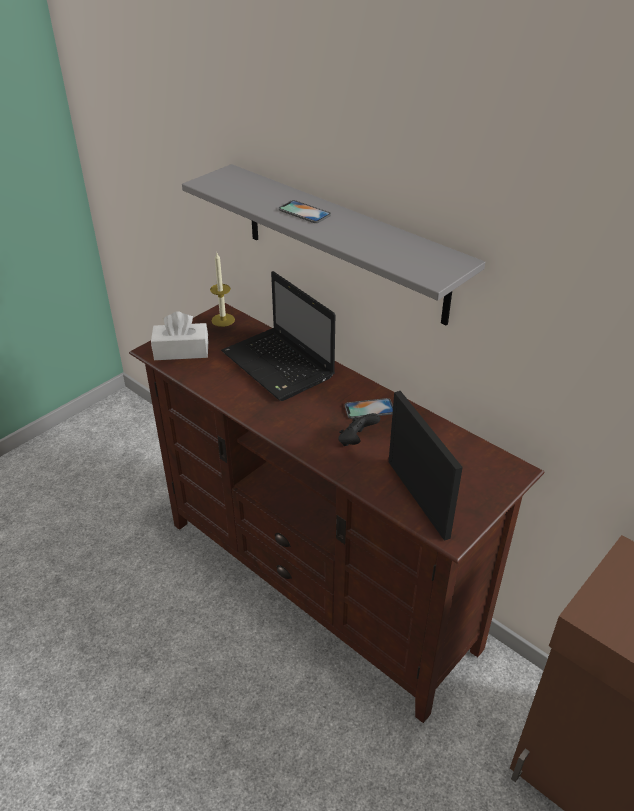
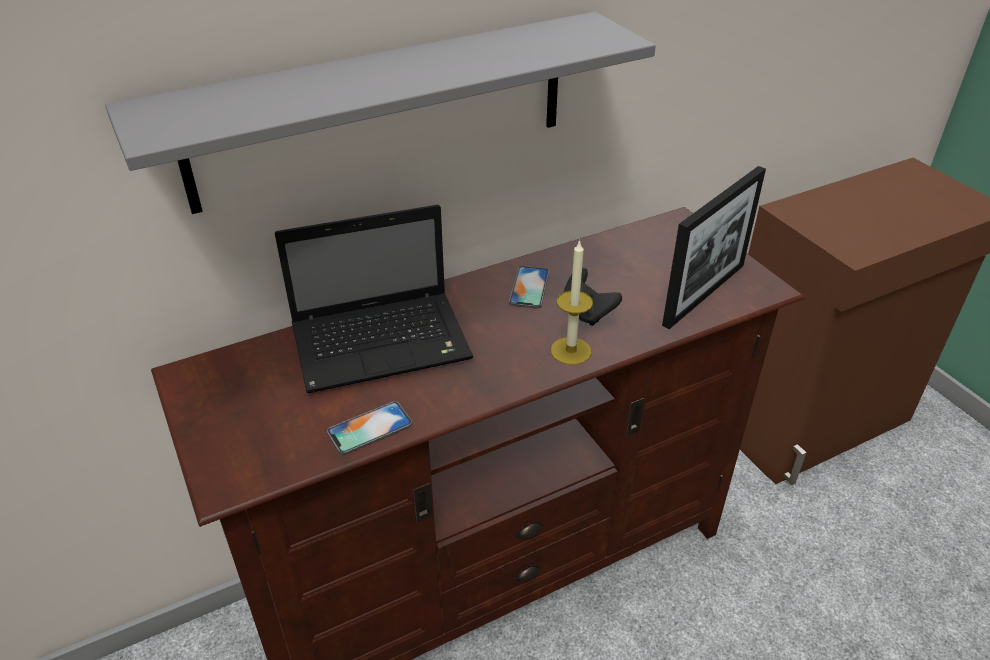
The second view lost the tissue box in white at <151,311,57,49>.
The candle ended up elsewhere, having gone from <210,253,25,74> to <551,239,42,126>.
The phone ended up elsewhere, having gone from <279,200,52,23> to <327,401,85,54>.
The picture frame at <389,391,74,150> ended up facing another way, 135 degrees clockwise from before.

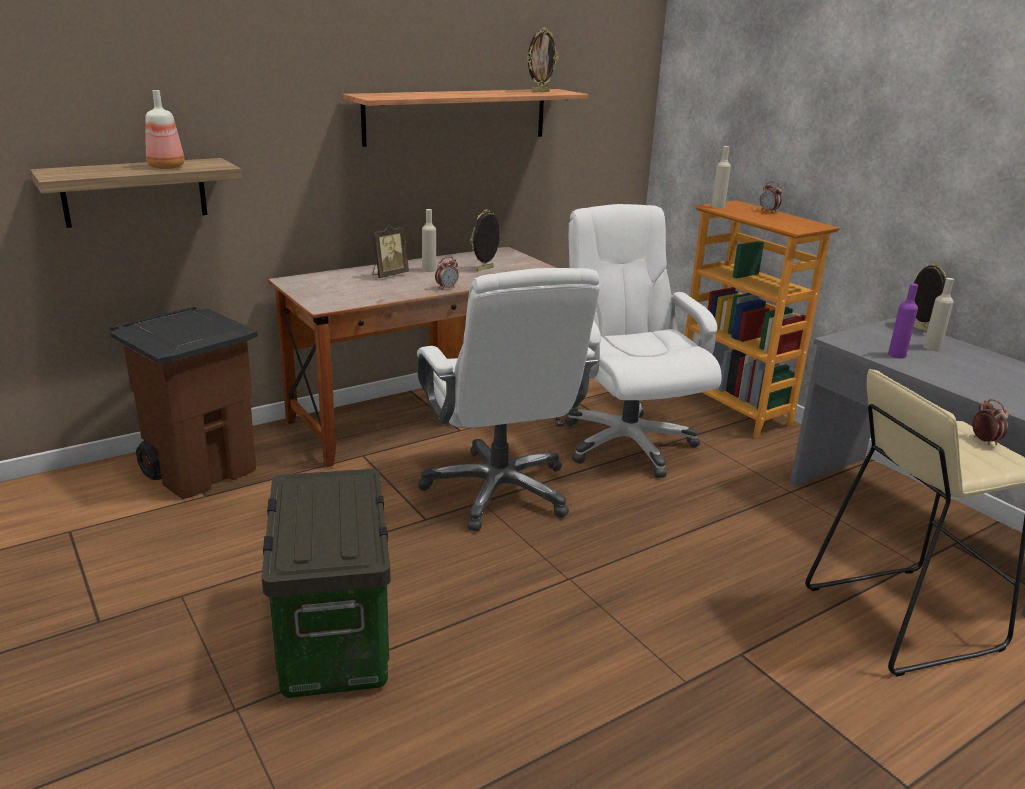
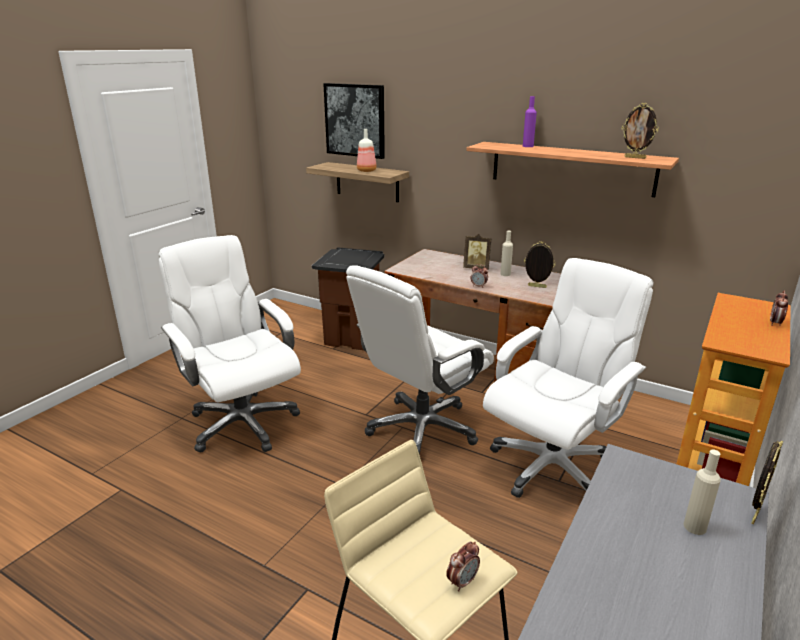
The second view lost the bottle in beige at <711,146,20,63>.
The second view gained the picture at <323,83,62,76>.
The bottle in purple ended up elsewhere, having gone from <888,283,30,75> to <523,96,14,51>.
Where the storage box stood at <261,469,130,229>, the office chair in white came to stand at <158,235,143,218>.

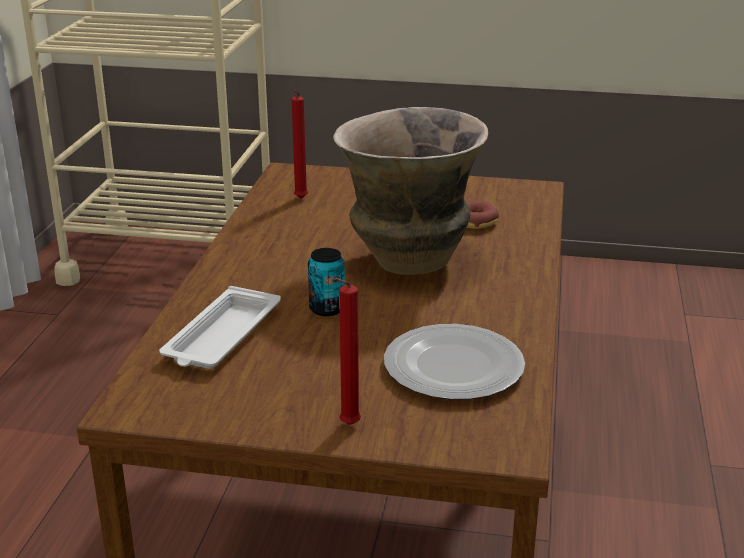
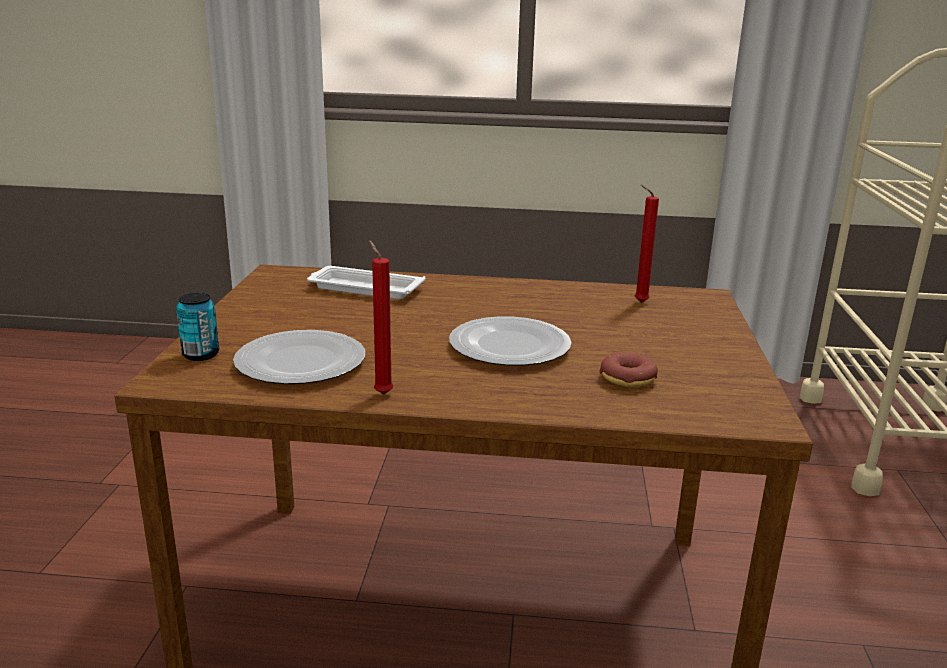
The can ended up elsewhere, having gone from <308,248,37,68> to <176,293,43,68>.
The candle in red ended up elsewhere, having gone from <333,278,28,147> to <369,240,24,155>.
Where the vase stood at <333,107,155,168>, the plate came to stand at <449,316,123,50>.

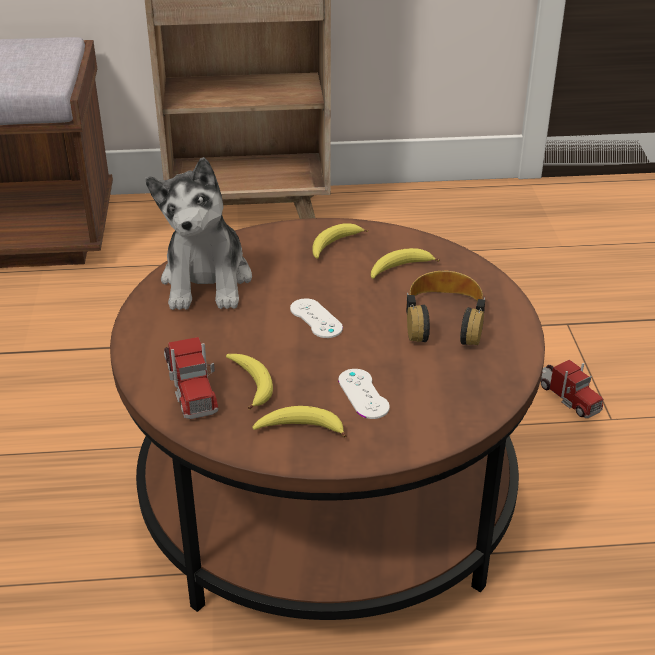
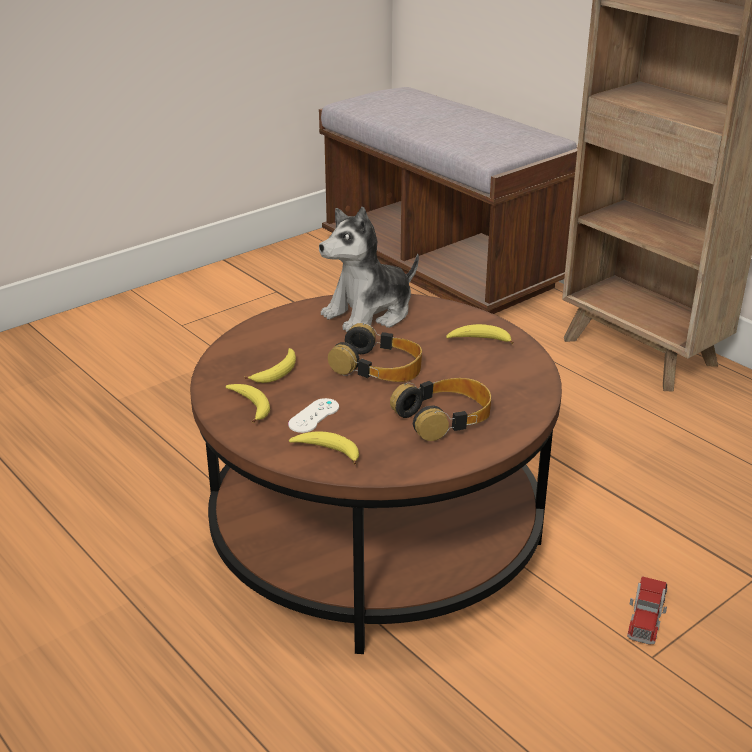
The second view lost the toy truck at <164,337,54,82>.
The banana ended up elsewhere, having gone from <371,248,69,31> to <289,431,70,34>.
Where the game controller in white stood at <290,298,53,40>, the headphones came to stand at <328,323,94,59>.

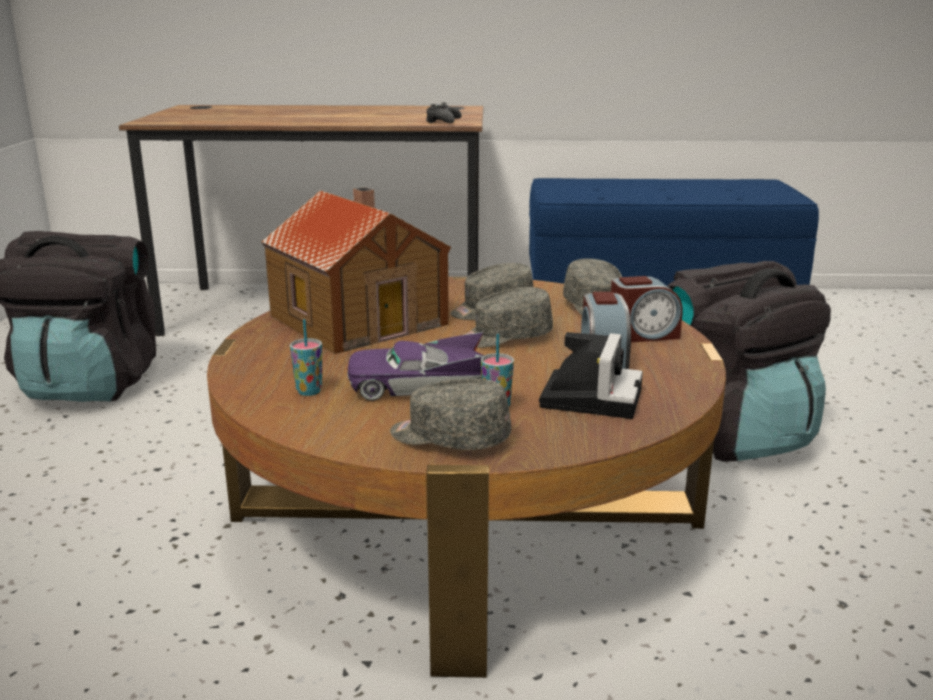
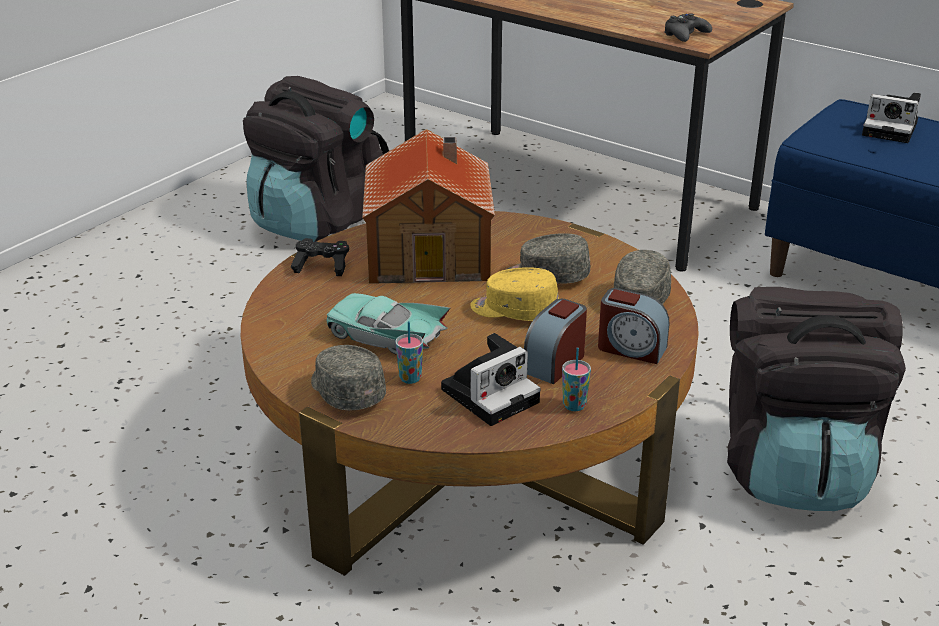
The second view gained the game controller in black at <291,238,58,38>.
The second view gained the photo camera at <862,93,59,50>.
The cup ended up elsewhere, having gone from <290,319,32,77> to <562,348,29,63>.
What was the toy car in purple at <347,332,138,69> turned into the toy car in turquoise at <326,293,124,62>.
What was the cap in grey at <464,287,89,61> turned into the cap in yellow at <470,267,89,54>.

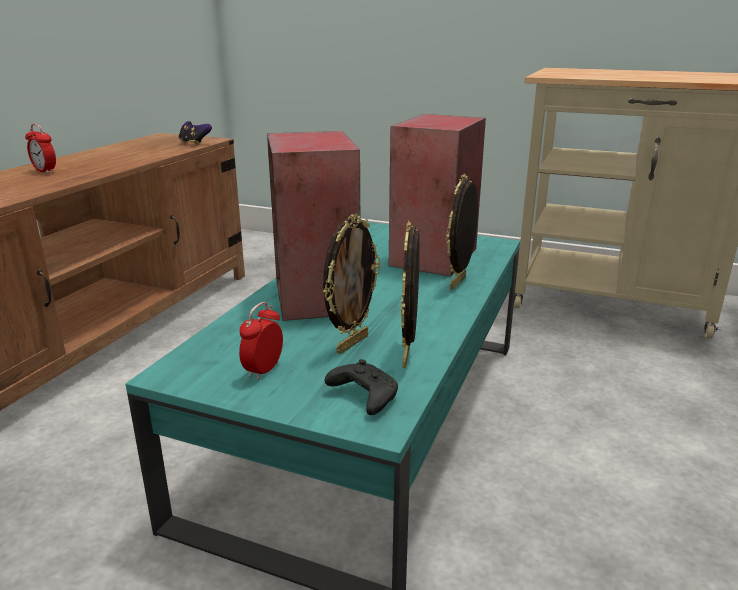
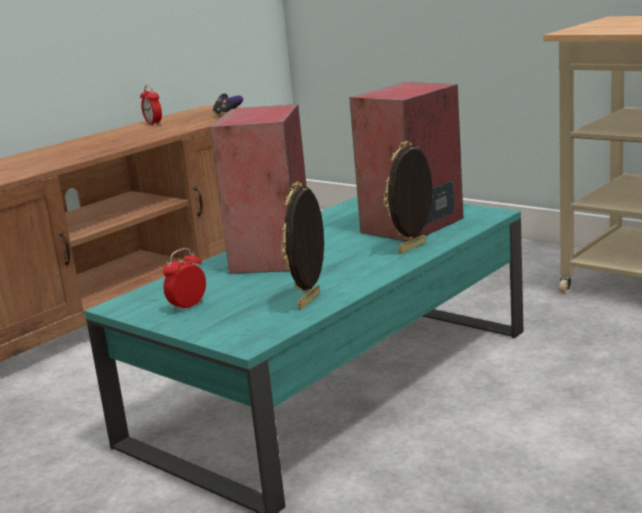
The second view lost the picture frame at <323,214,57,140>.
The second view lost the game controller in black at <325,359,73,56>.
The alarm clock ended up elsewhere, having gone from <25,124,31,50> to <140,85,22,41>.

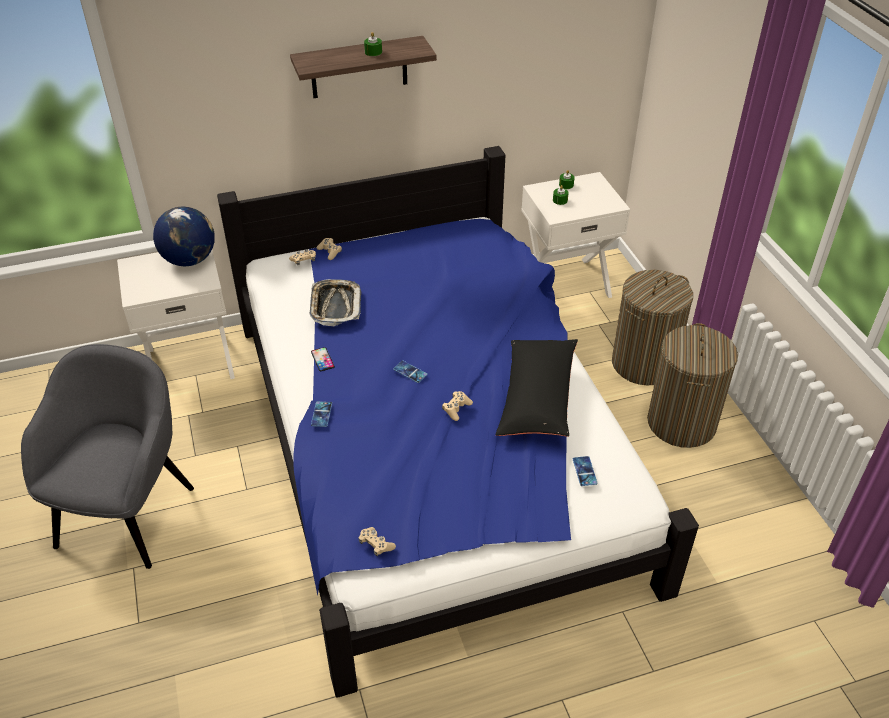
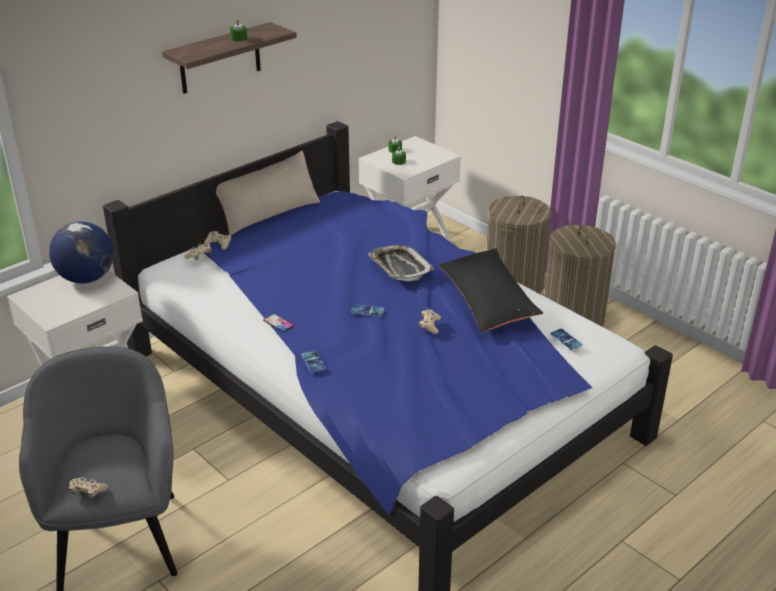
The second view gained the pillow in beige at <216,151,104,84>.
The tray ended up elsewhere, having gone from <310,279,51,47> to <368,245,66,36>.
The game controller in beige ended up elsewhere, having gone from <358,527,38,29> to <69,477,39,22>.

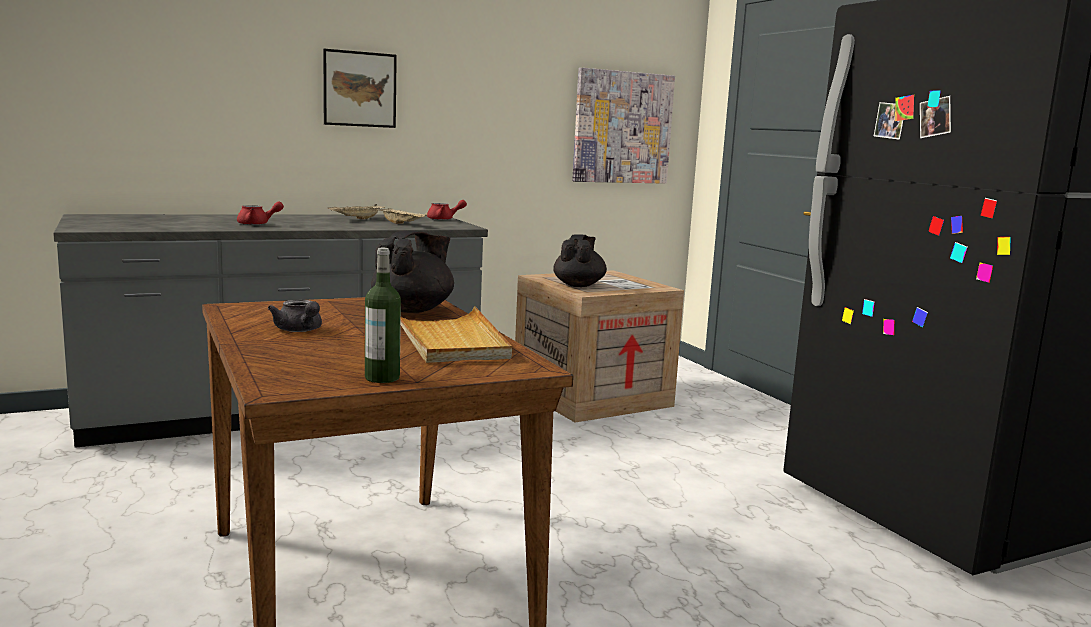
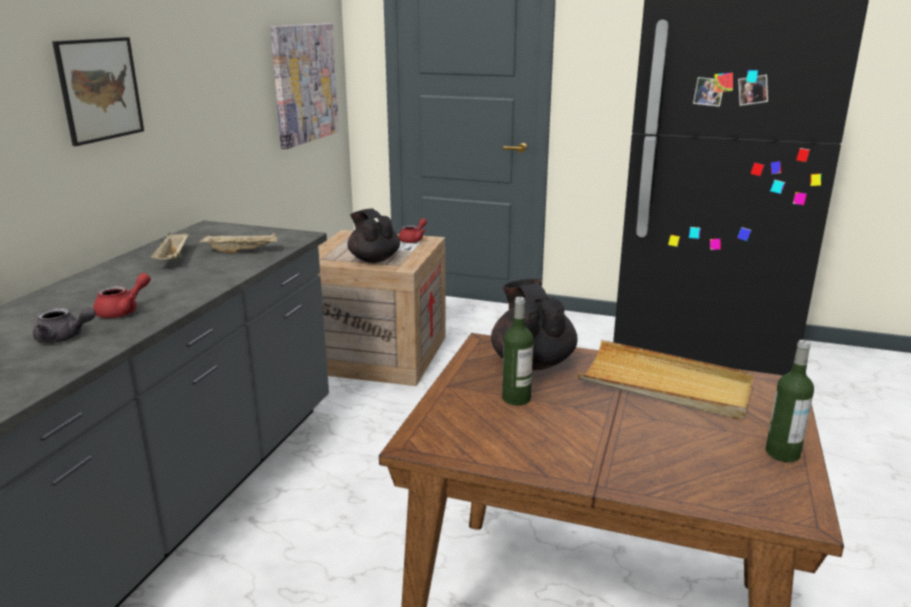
The second view gained the bottle at <502,297,31,109>.
The teapot in grey ended up elsewhere, having gone from <268,300,54,32> to <33,307,63,36>.
The teapot in red ended up elsewhere, having gone from <427,200,40,20> to <399,218,28,25>.

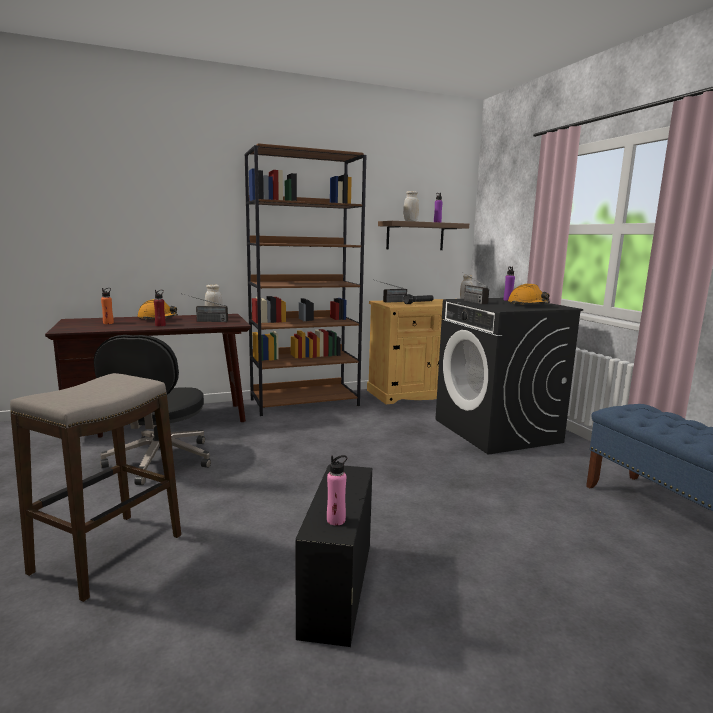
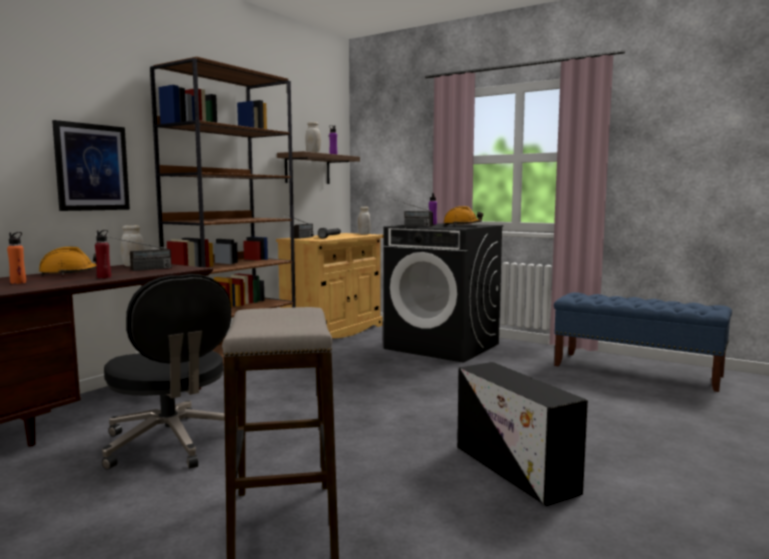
The second view lost the bottle in pink at <327,455,20,71>.
The second view gained the picture at <52,120,78,91>.

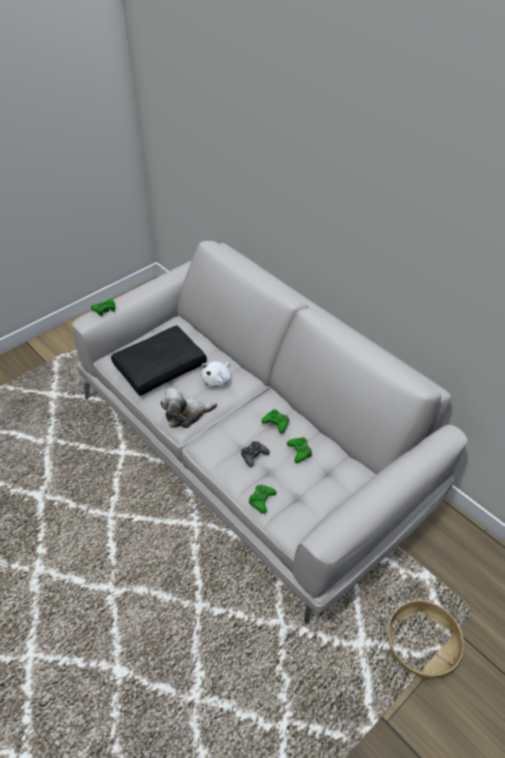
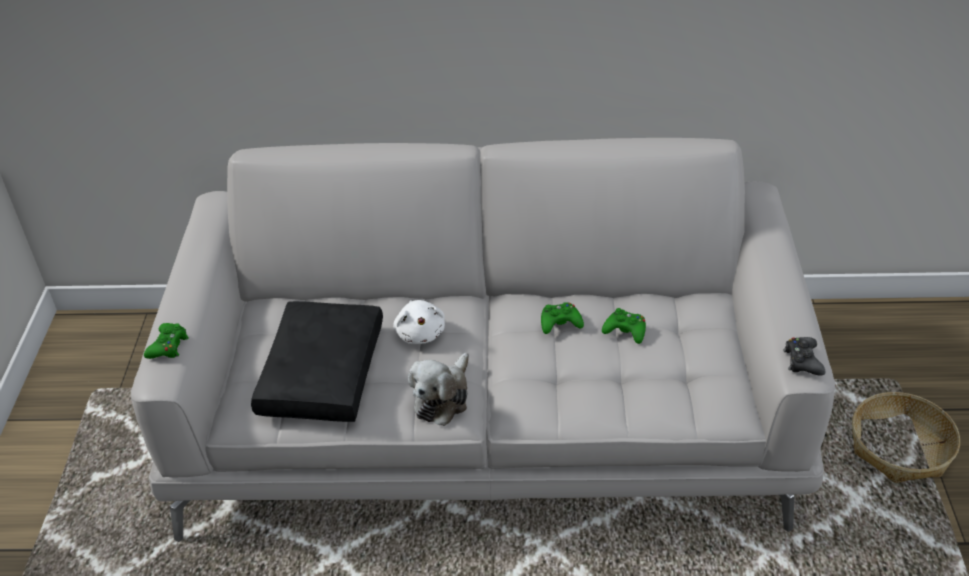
The second view lost the game controller in green at <249,485,28,29>.
The game controller in black ended up elsewhere, having gone from <241,441,29,26> to <783,337,43,38>.

